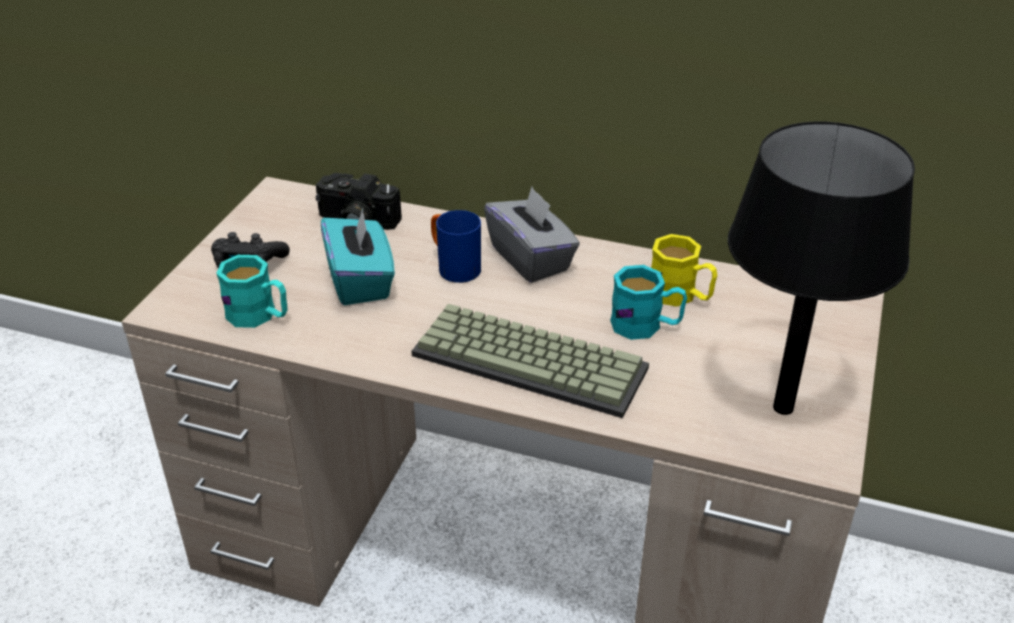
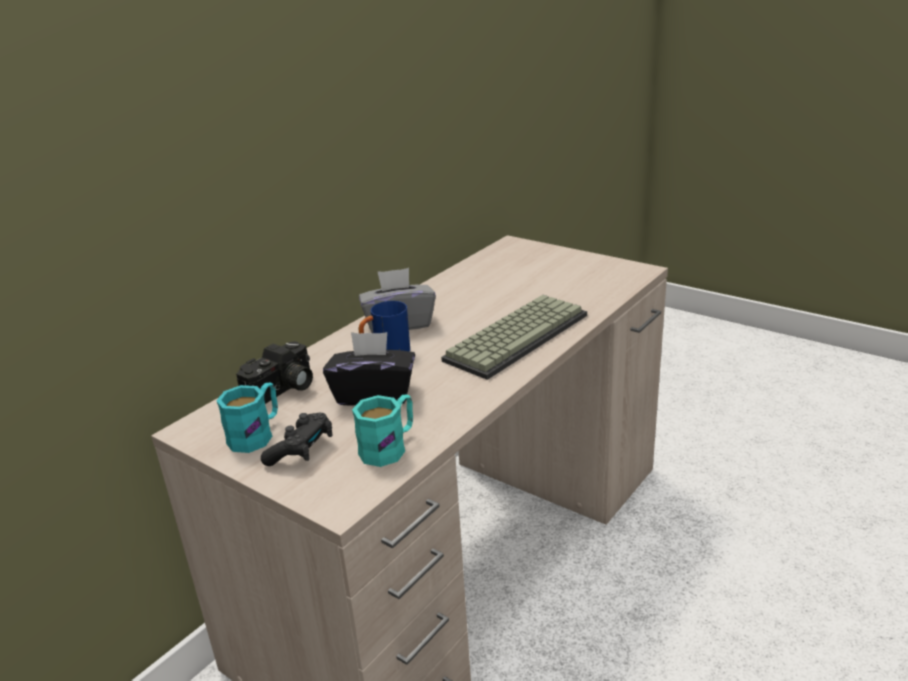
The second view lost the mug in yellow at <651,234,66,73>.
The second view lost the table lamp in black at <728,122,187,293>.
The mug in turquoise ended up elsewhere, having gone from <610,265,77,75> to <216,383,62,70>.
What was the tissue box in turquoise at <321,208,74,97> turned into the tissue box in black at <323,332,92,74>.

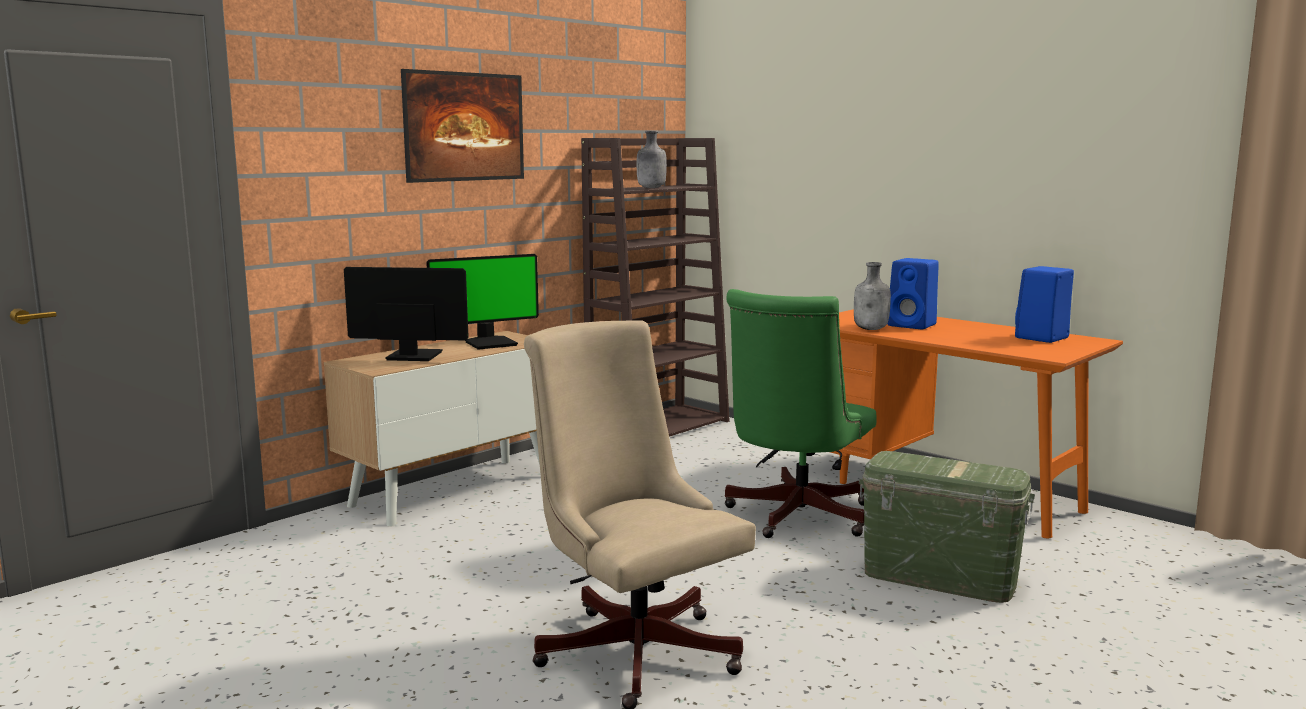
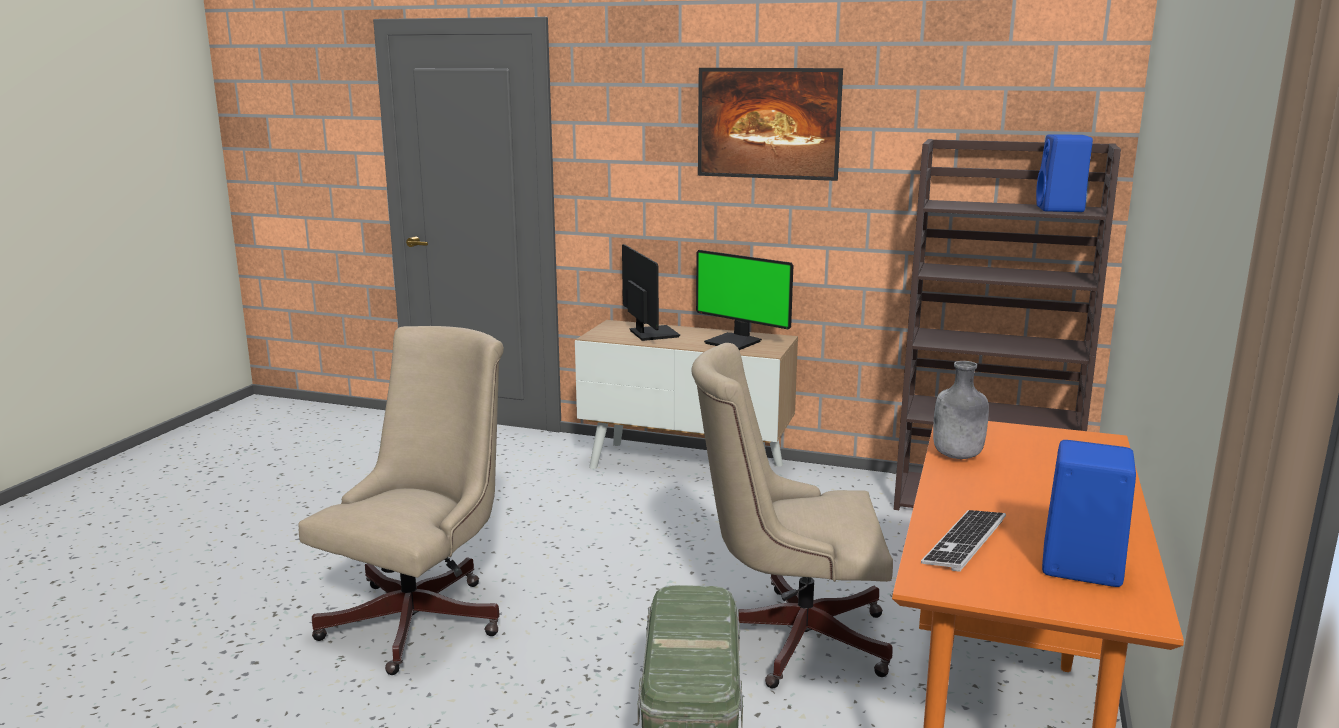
The second view lost the bottle in grey at <637,131,30,57>.
The second view gained the keyboard at <921,510,85,62>.
The speaker in blue ended up elsewhere, having gone from <887,258,52,71> to <1036,134,57,78>.
What was the office chair in green at <725,289,152,249> turned into the office chair in beige at <691,343,202,346>.

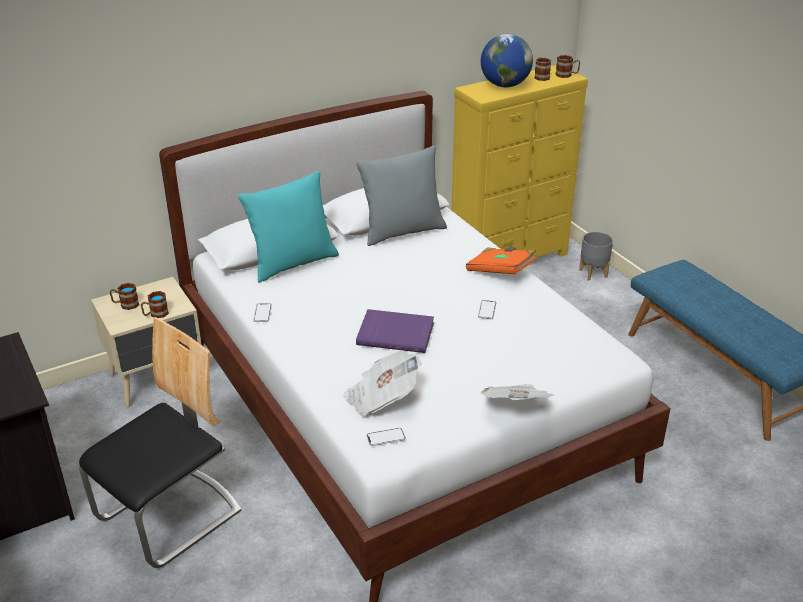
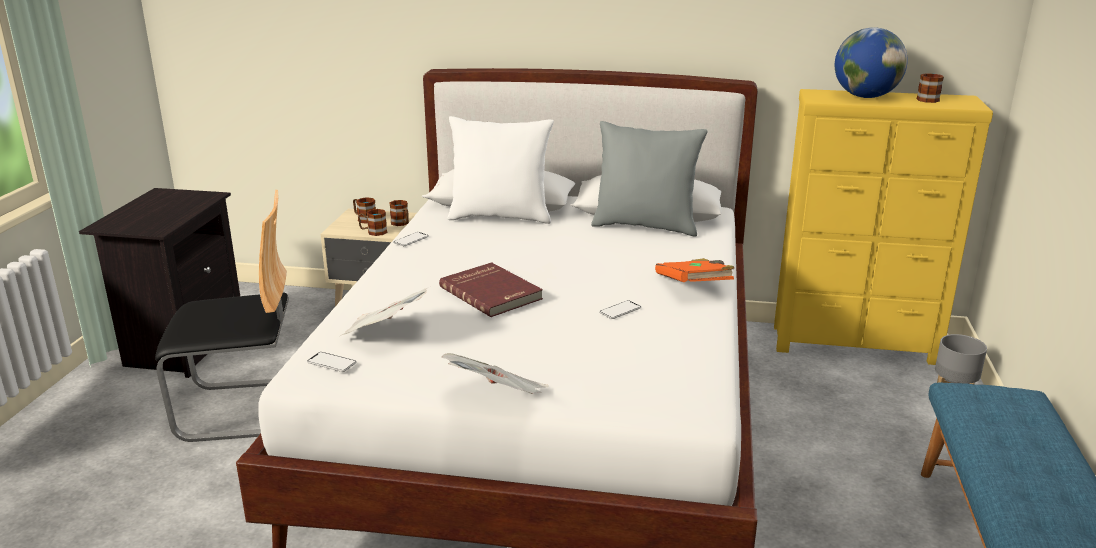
The mug ended up elsewhere, having gone from <556,55,24,23> to <389,200,20,26>.
What was the pillow in turquoise at <238,171,101,112> turned into the pillow in white at <447,116,107,108>.
What was the book in purple at <356,309,78,44> turned into the book in red at <439,262,104,55>.

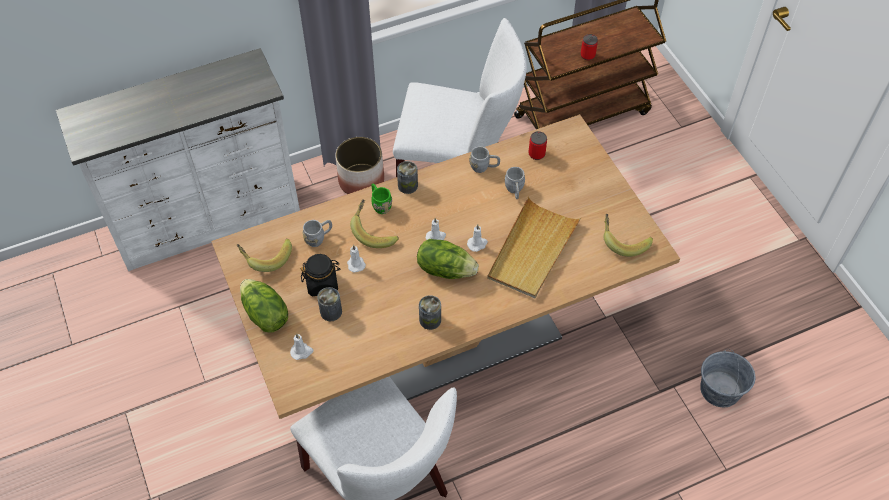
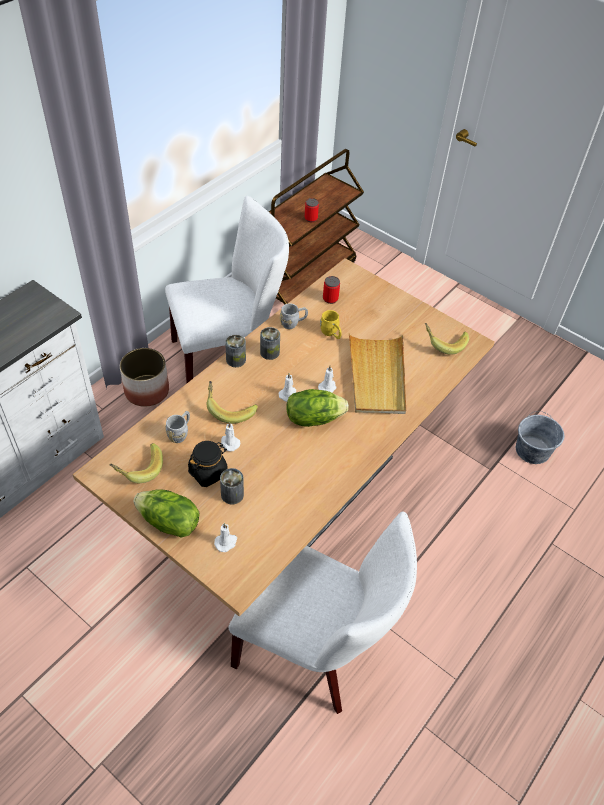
The second view lost the mug in green at <371,183,21,31>.
The can ended up elsewhere, having gone from <419,295,22,35> to <260,327,20,33>.
What was the mug in grey at <505,167,20,32> turned into the mug in yellow at <320,310,22,29>.

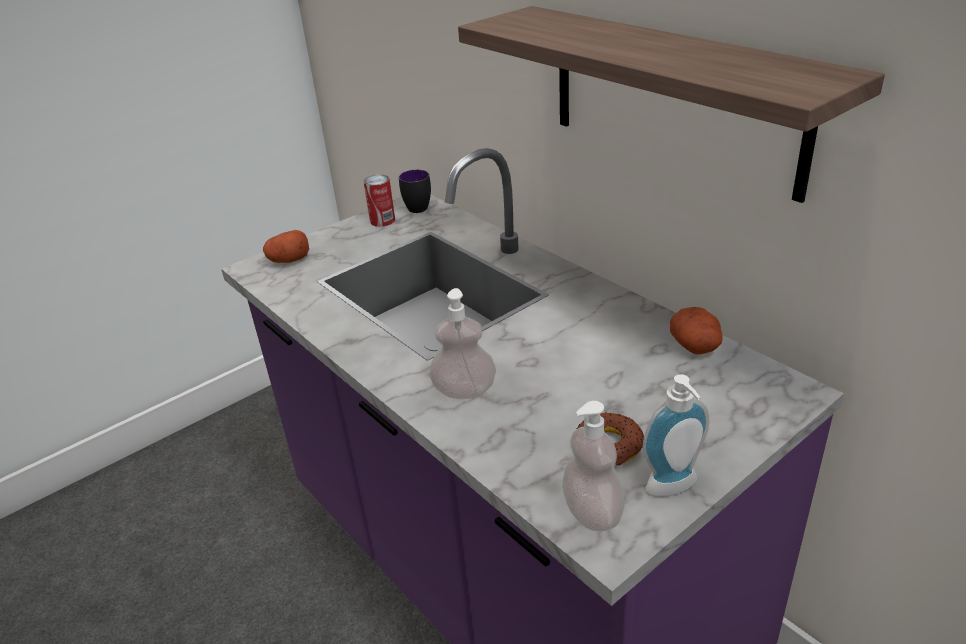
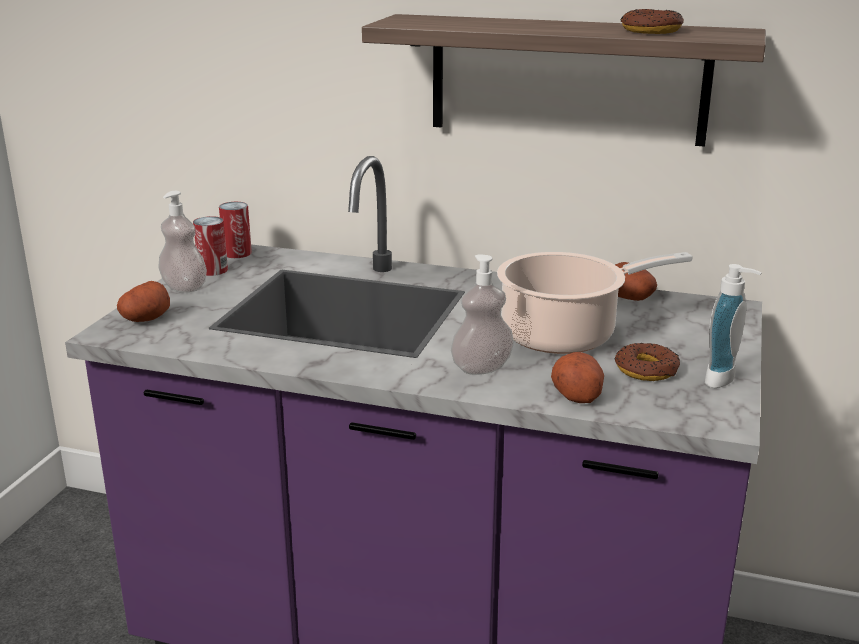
The second view gained the cooking pot at <497,252,196,102>.
The second view gained the potato at <551,352,53,51>.
The second view gained the donut at <621,9,63,25>.
The soap dispenser ended up elsewhere, having gone from <562,401,62,131> to <158,191,49,101>.
Where the mug stood at <399,170,32,43>, the can came to stand at <219,202,33,56>.

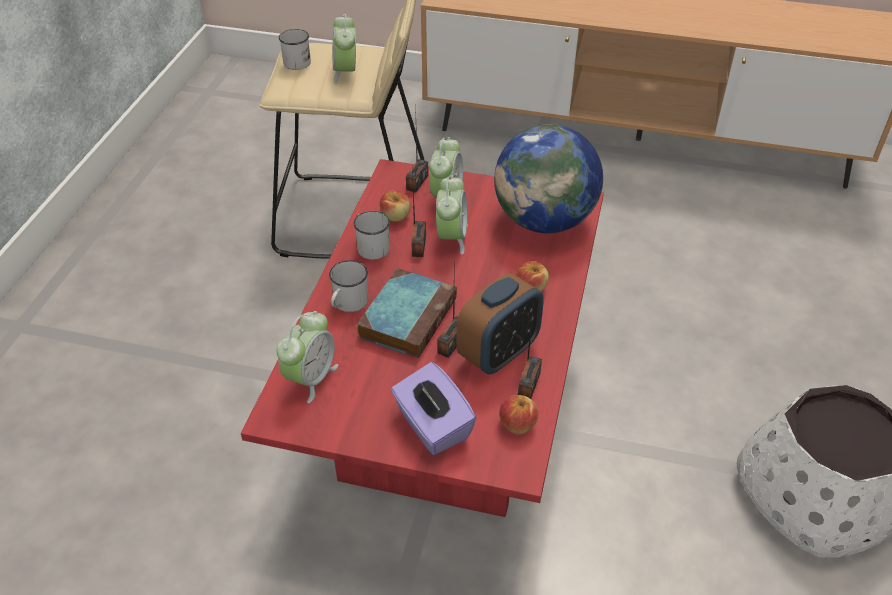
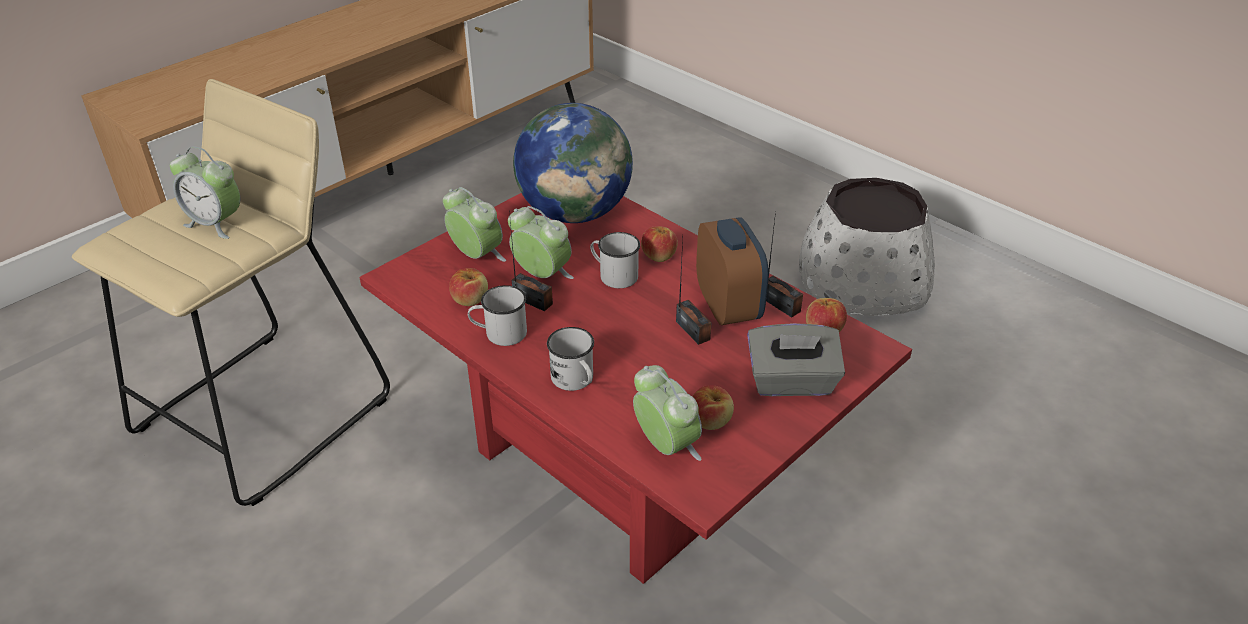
The second view lost the book at <357,268,100,90>.
The second view lost the radio at <406,105,22,88>.
The second view gained the apple at <692,385,42,45>.
The mug in white ended up elsewhere, having gone from <279,29,32,41> to <590,232,50,56>.
What was the tissue box in purple at <391,362,86,93> turned into the tissue box in grey at <747,323,98,73>.

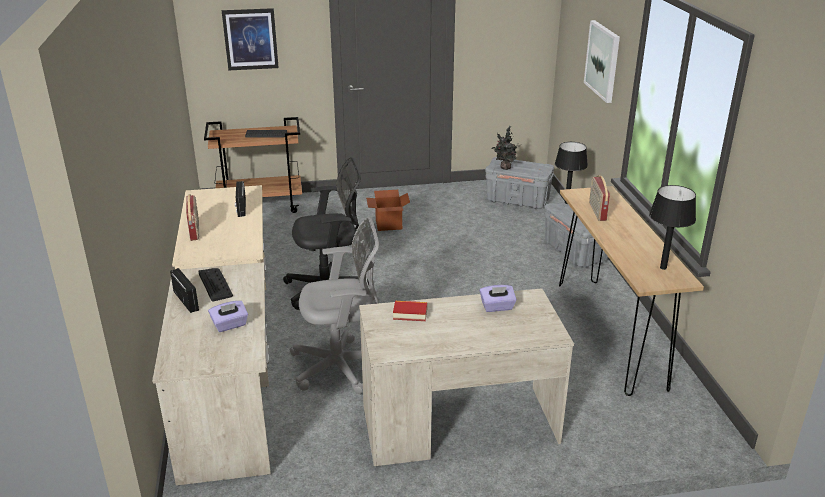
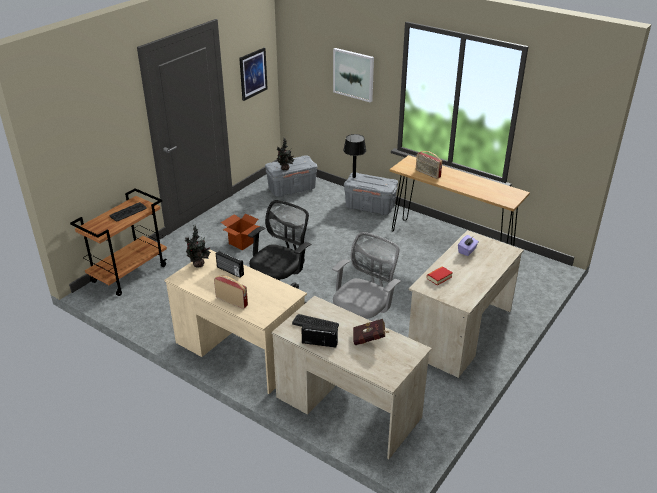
The second view lost the table lamp in black at <649,185,47,85>.
The second view gained the potted plant at <185,225,26,43>.
The picture ended up elsewhere, having gone from <222,8,57,63> to <239,48,29,53>.
Where the tissue box in purple stood at <208,301,40,31>, the book in red came to stand at <353,319,36,26>.

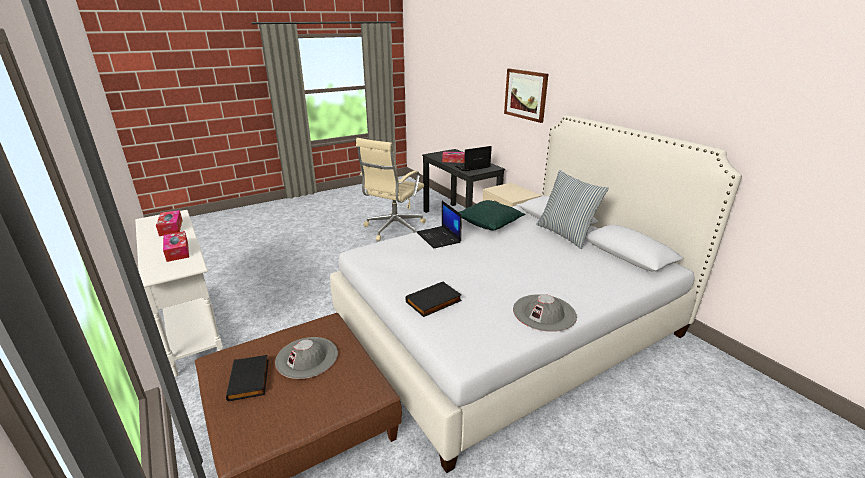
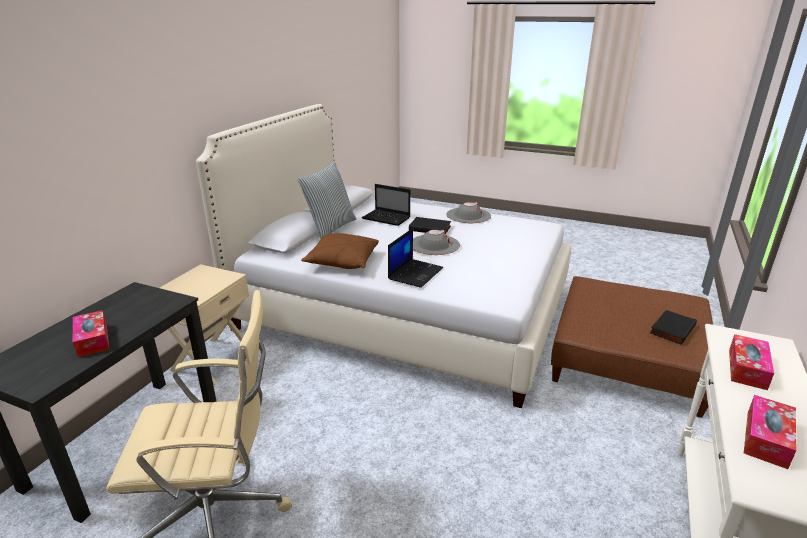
The second view lost the picture at <504,69,44,54>.
The hat in grey ended up elsewhere, having gone from <275,337,63,42> to <413,230,47,25>.
The book in black ended up elsewhere, having gone from <406,281,56,36> to <409,217,42,17>.
The laptop ended up elsewhere, having gone from <454,146,38,25> to <362,184,48,42>.
What was the pillow in green at <459,200,67,31> turned into the pillow in brown at <301,233,78,36>.

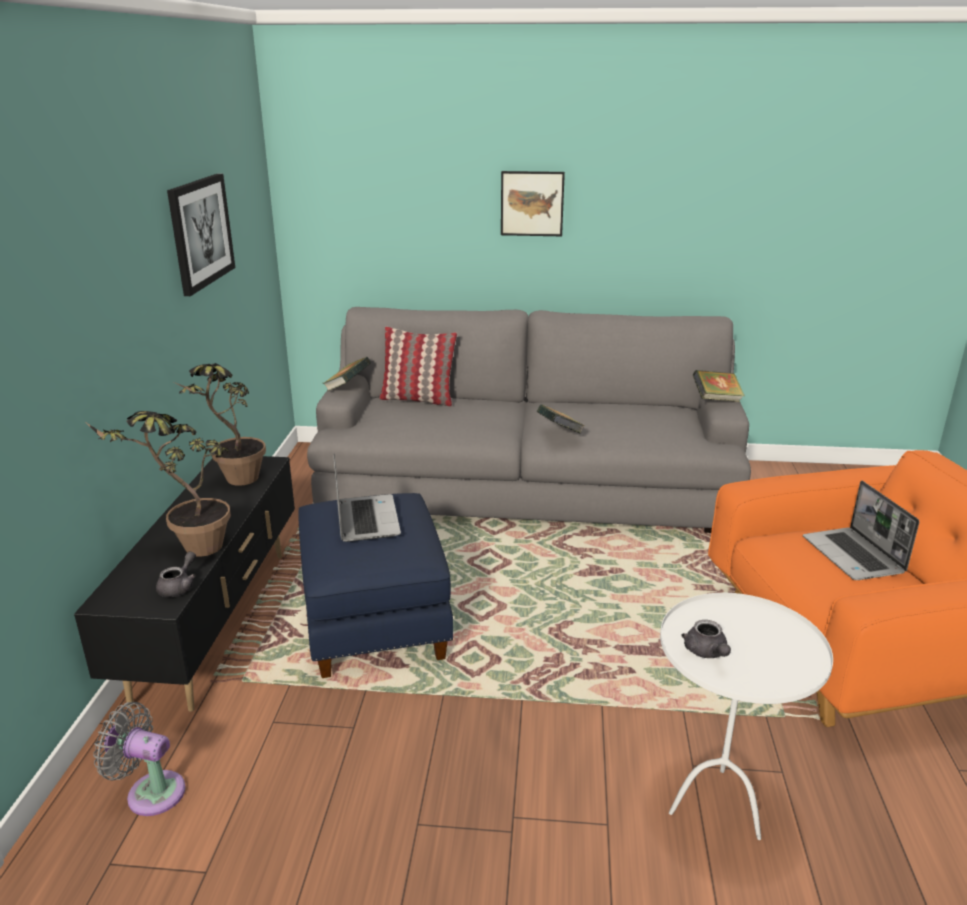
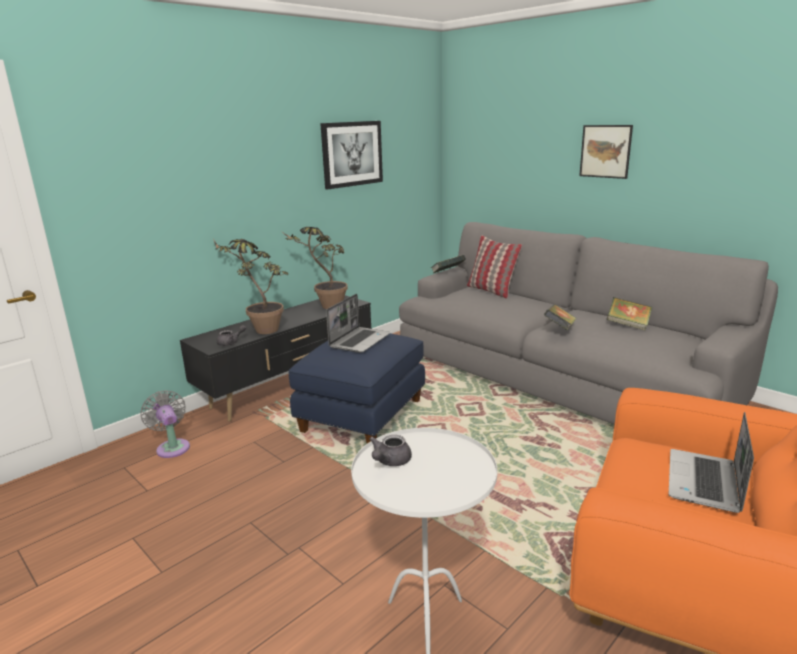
The book ended up elsewhere, having gone from <693,370,52,32> to <607,297,45,34>.

